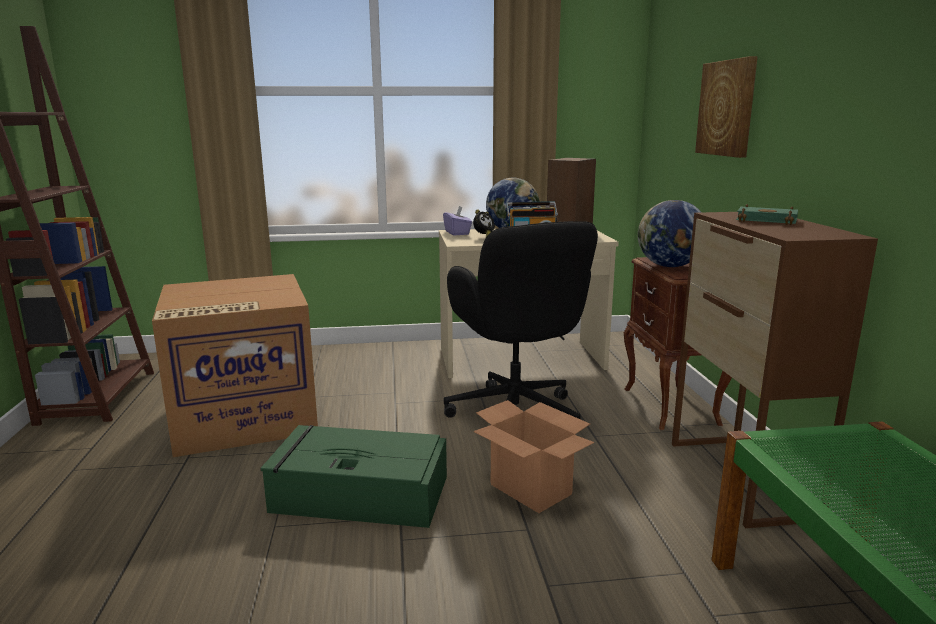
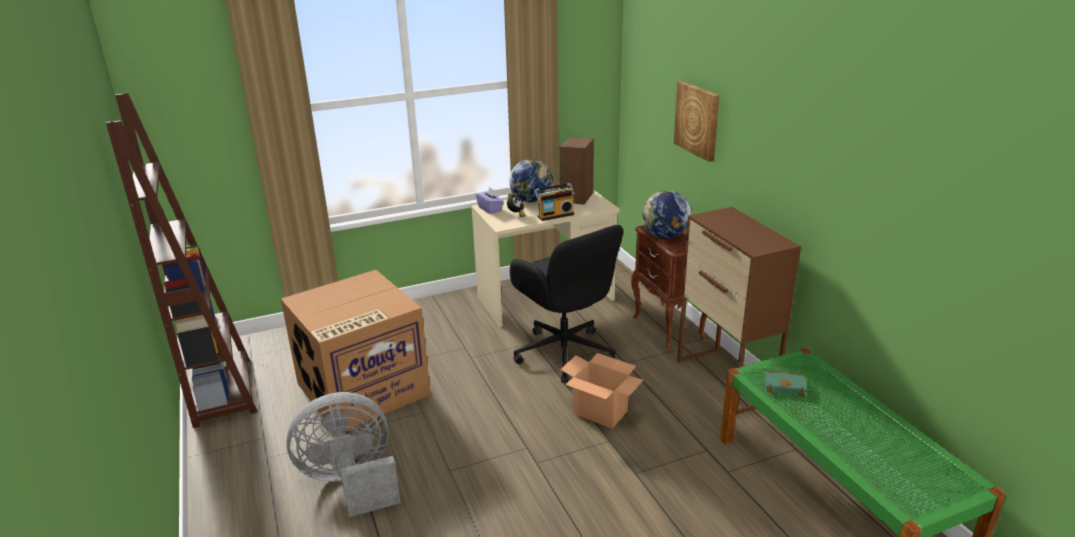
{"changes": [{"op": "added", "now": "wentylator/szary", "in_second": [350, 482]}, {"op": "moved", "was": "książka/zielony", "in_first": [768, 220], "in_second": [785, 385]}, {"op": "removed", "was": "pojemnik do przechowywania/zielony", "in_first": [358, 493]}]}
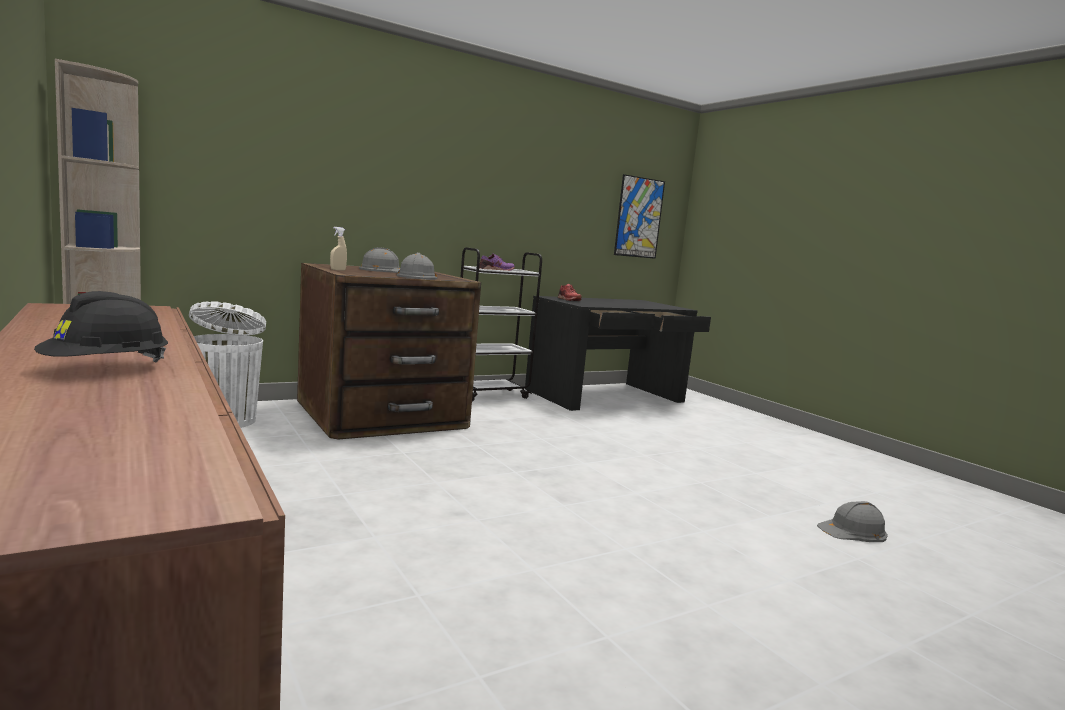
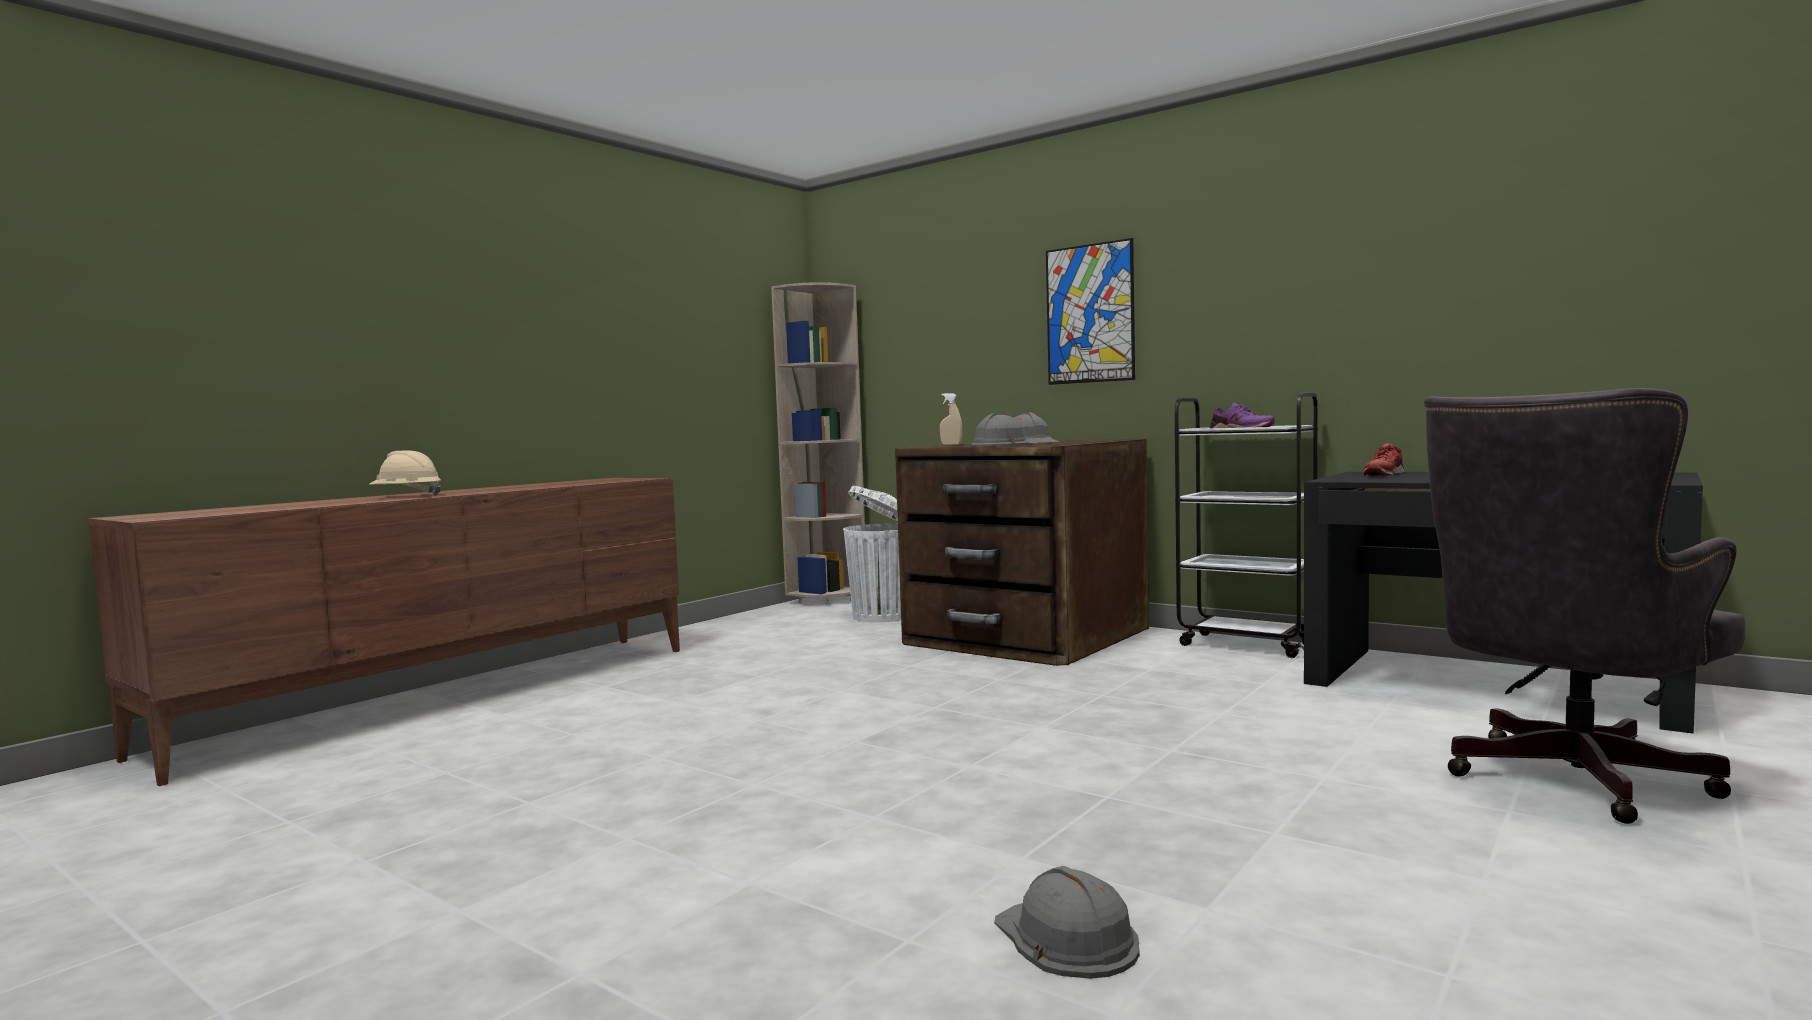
{"changes": [{"op": "recoloured", "was": "kask/czarny", "now": "kask/beżowy", "in_first": [106, 368], "in_second": [406, 496]}, {"op": "moved", "was": "obraz", "in_first": [639, 217], "in_second": [1090, 314]}, {"op": "added", "now": "krzesło biurowe/szary", "in_second": [1570, 782]}]}
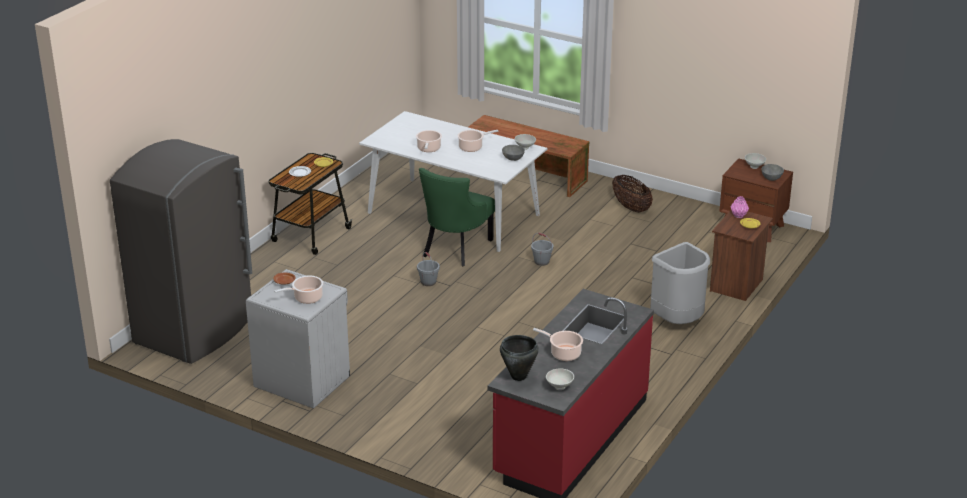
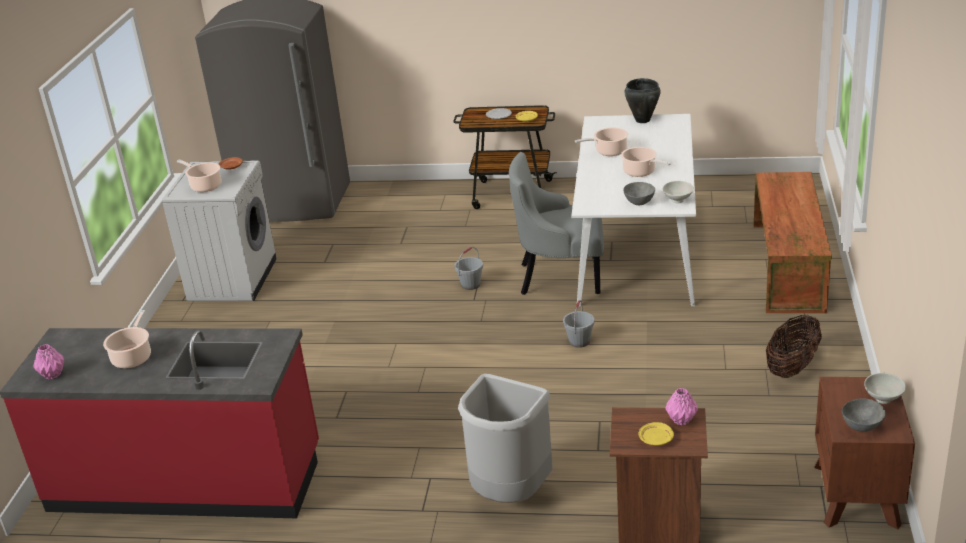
{"changes": [{"op": "replaced", "was": "miska/biały", "now": "wazon/różowy", "in_first": [559, 387], "in_second": [52, 375]}, {"op": "recoloured", "was": "krzesło/zielony", "now": "krzesło/szary", "in_first": [456, 247], "in_second": [562, 277]}, {"op": "moved", "was": "garnek/czarny", "in_first": [519, 377], "in_second": [642, 120]}]}
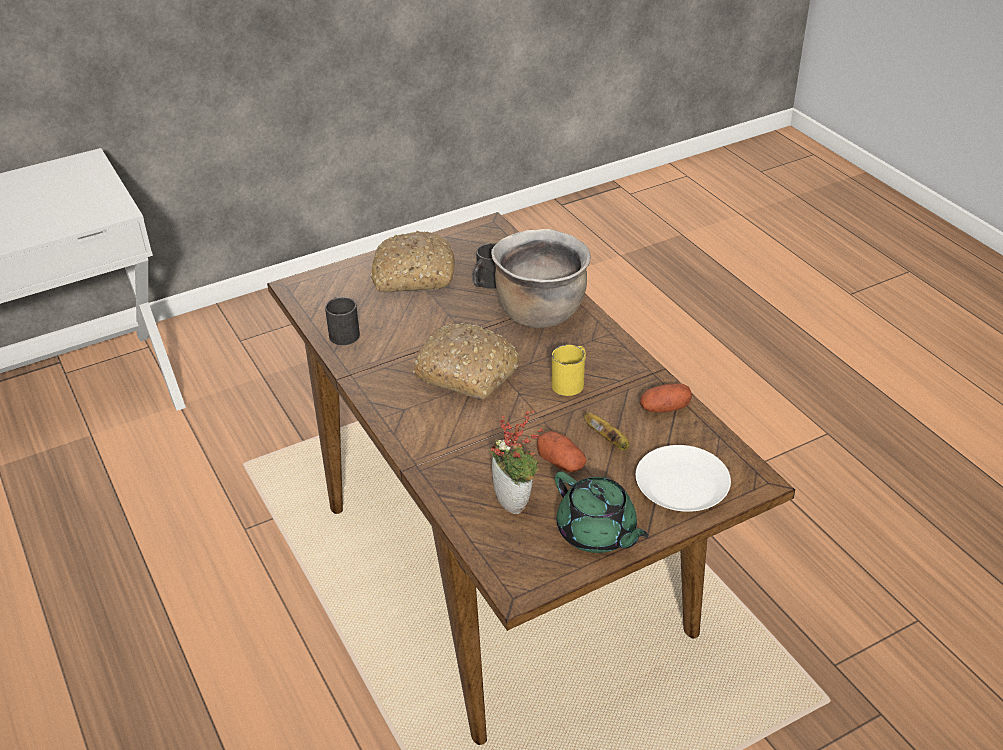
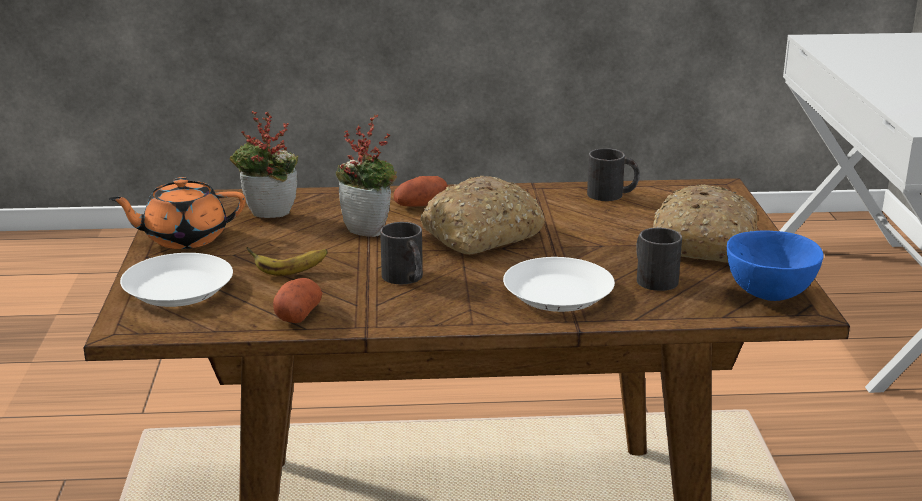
{"changes": [{"op": "recoloured", "was": "imbryk/zielony", "now": "imbryk/pomarańczowy", "in_first": [597, 533], "in_second": [184, 238]}, {"op": "added", "now": "roślina doniczkowa", "in_second": [369, 230]}, {"op": "recoloured", "was": "kubek/żółty", "now": "kubek/czarny", "in_first": [571, 381], "in_second": [406, 278]}, {"op": "moved", "was": "ziemniak", "in_first": [561, 462], "in_second": [420, 205]}, {"op": "replaced", "was": "garnek/brązowy", "now": "talerz/biały", "in_first": [540, 312], "in_second": [558, 293]}, {"op": "added", "now": "miska/niebieski", "in_second": [769, 295]}]}
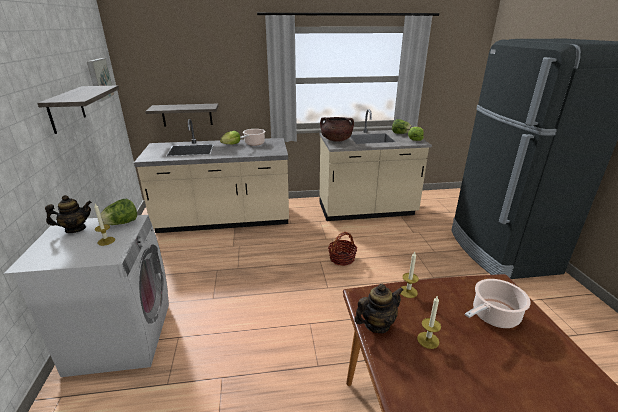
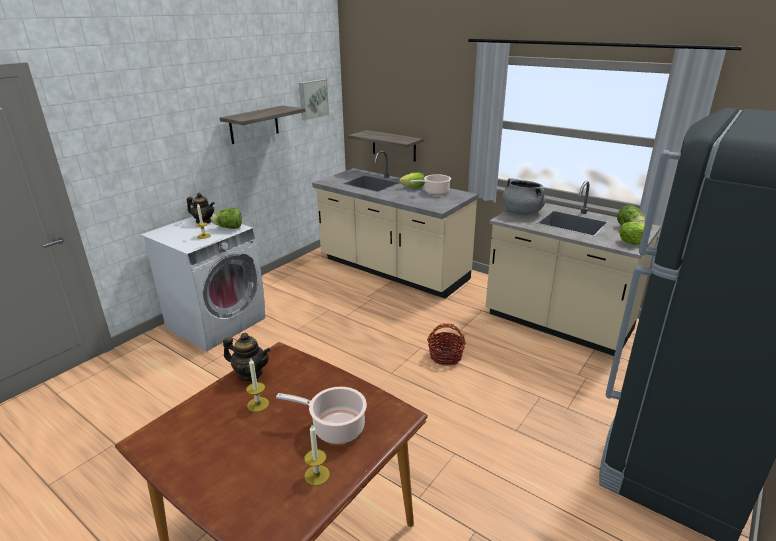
{"changes": [{"op": "moved", "was": "świeca", "in_first": [408, 292], "in_second": [317, 475]}, {"op": "recoloured", "was": "garnek/brązowy", "now": "garnek/szary", "in_first": [336, 140], "in_second": [521, 212]}]}
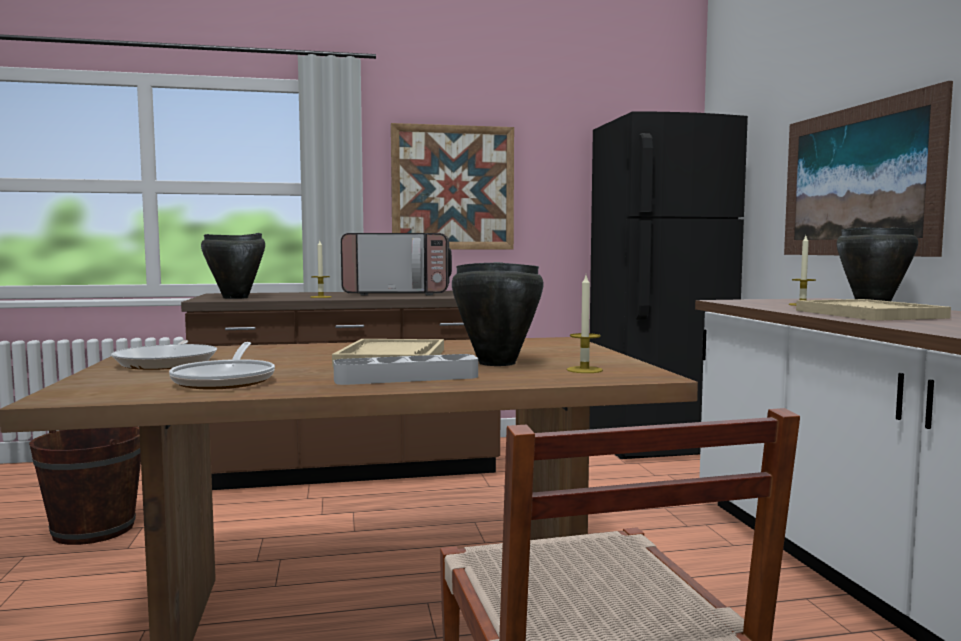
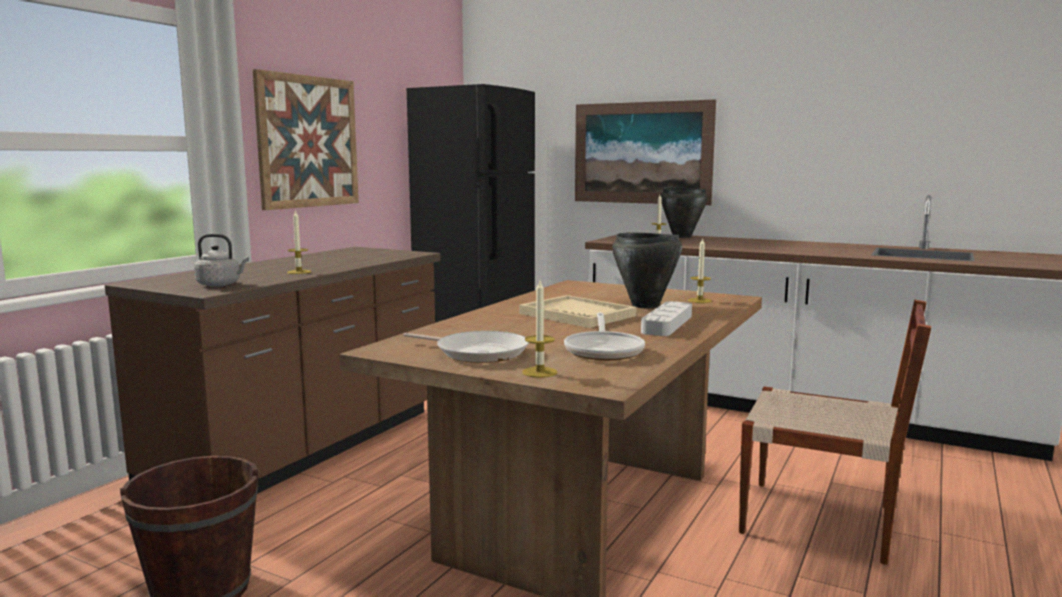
{"changes": [{"op": "replaced", "was": "garnek/czarny", "now": "czajnik/szary", "in_first": [236, 298], "in_second": [221, 285]}, {"op": "added", "now": "świeca", "in_second": [539, 372]}, {"op": "turned", "was": "patelnia", "in_first": [226, 380], "in_second": [604, 350], "clockwise": 60}, {"op": "removed", "was": "mikrofalówka", "in_first": [399, 293]}, {"op": "removed", "was": "taca/beżowy", "in_first": [869, 314]}]}
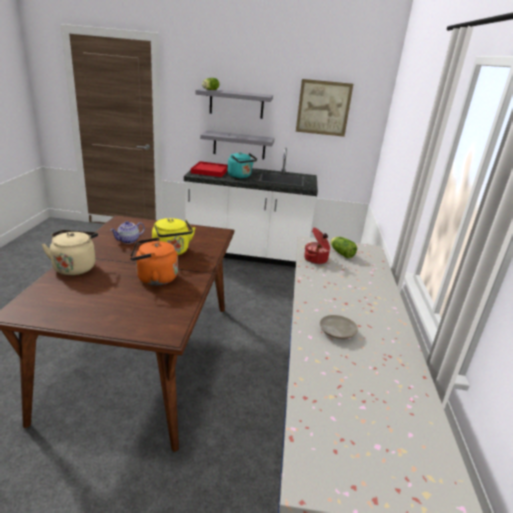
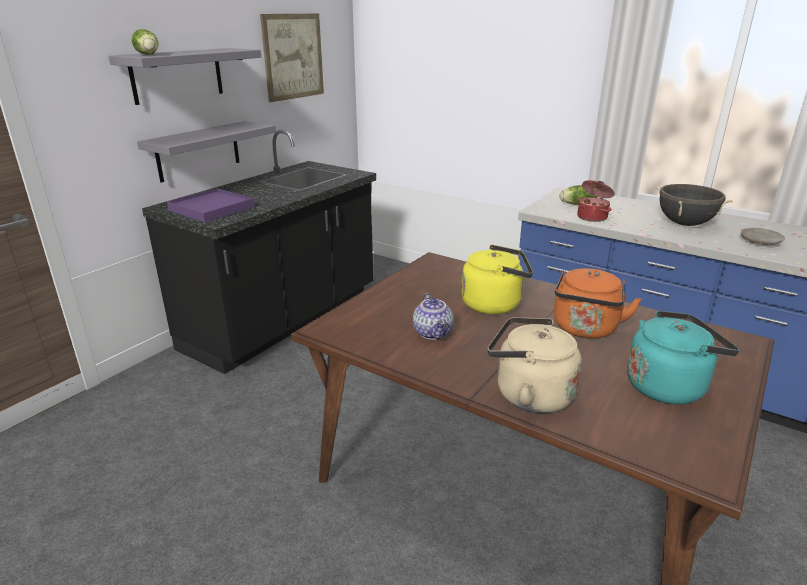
{"changes": [{"op": "recoloured", "was": "zabudowa kuchenna/biały", "now": "zabudowa kuchenna/czarny", "in_first": [247, 253], "in_second": [284, 320]}, {"op": "recoloured", "was": "taca/czerwony", "now": "taca/fioletowy", "in_first": [210, 171], "in_second": [212, 208]}, {"op": "moved", "was": "czajnik/turkusowy", "in_first": [240, 176], "in_second": [668, 386]}, {"op": "added", "now": "garnek/czarny", "in_second": [685, 224]}]}
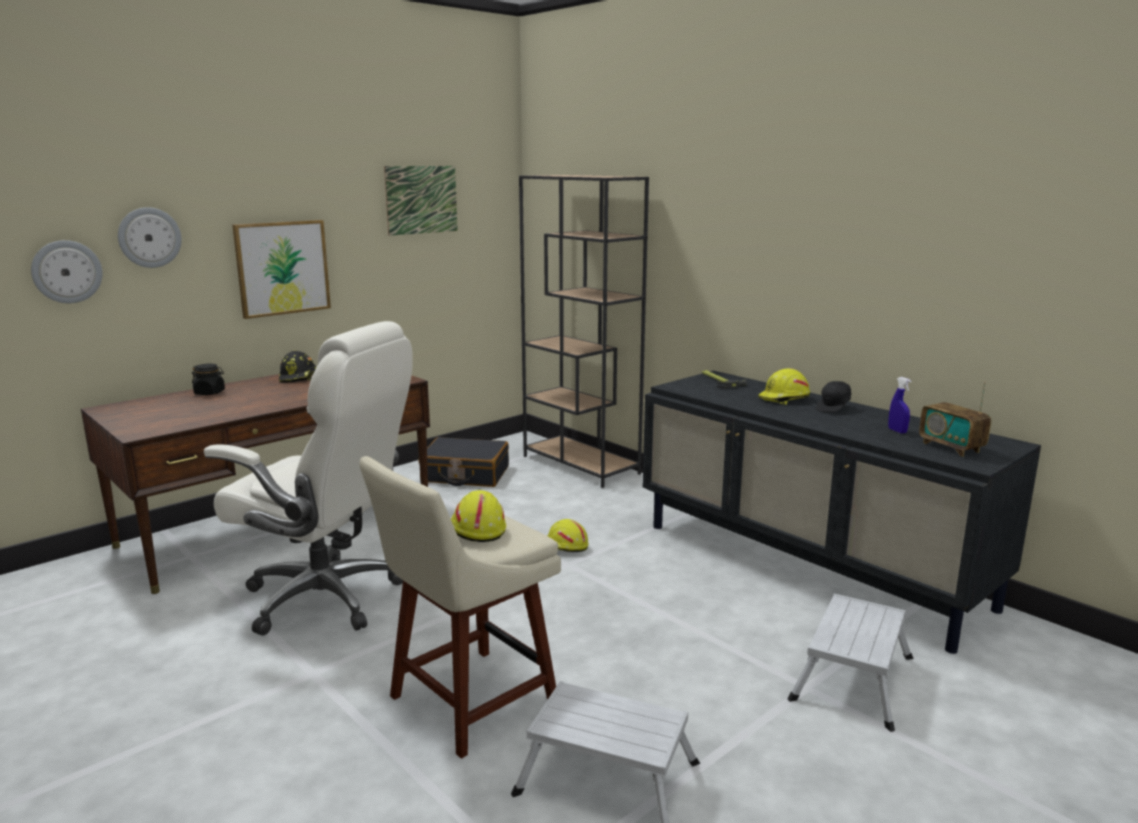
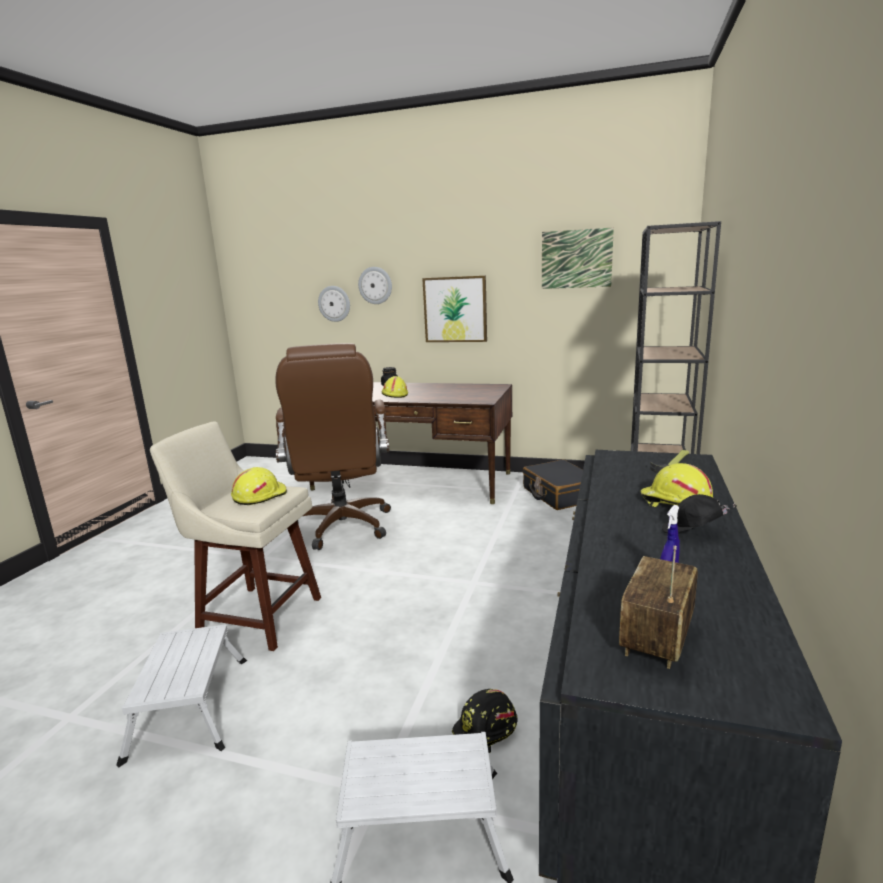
{"changes": [{"op": "recoloured", "was": "krzesło biurowe/biały", "now": "krzesło biurowe/brązowy", "in_first": [326, 598], "in_second": [342, 527]}, {"op": "moved", "was": "kask/żółty", "in_first": [564, 546], "in_second": [394, 395]}, {"op": "moved", "was": "kask/czarny", "in_first": [298, 377], "in_second": [486, 730]}]}
